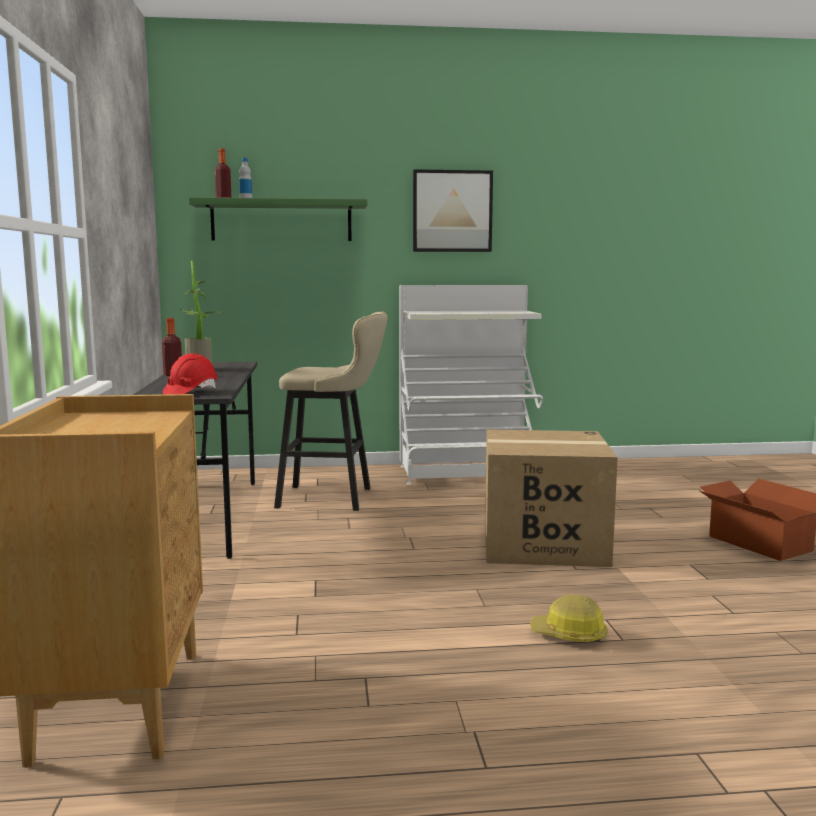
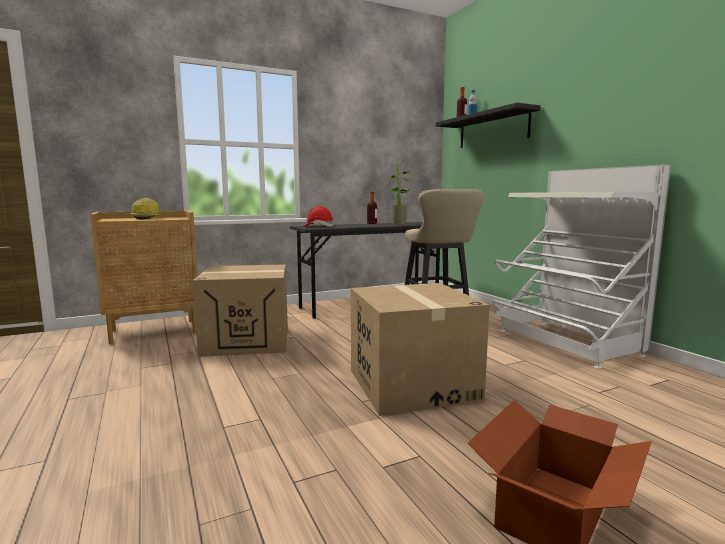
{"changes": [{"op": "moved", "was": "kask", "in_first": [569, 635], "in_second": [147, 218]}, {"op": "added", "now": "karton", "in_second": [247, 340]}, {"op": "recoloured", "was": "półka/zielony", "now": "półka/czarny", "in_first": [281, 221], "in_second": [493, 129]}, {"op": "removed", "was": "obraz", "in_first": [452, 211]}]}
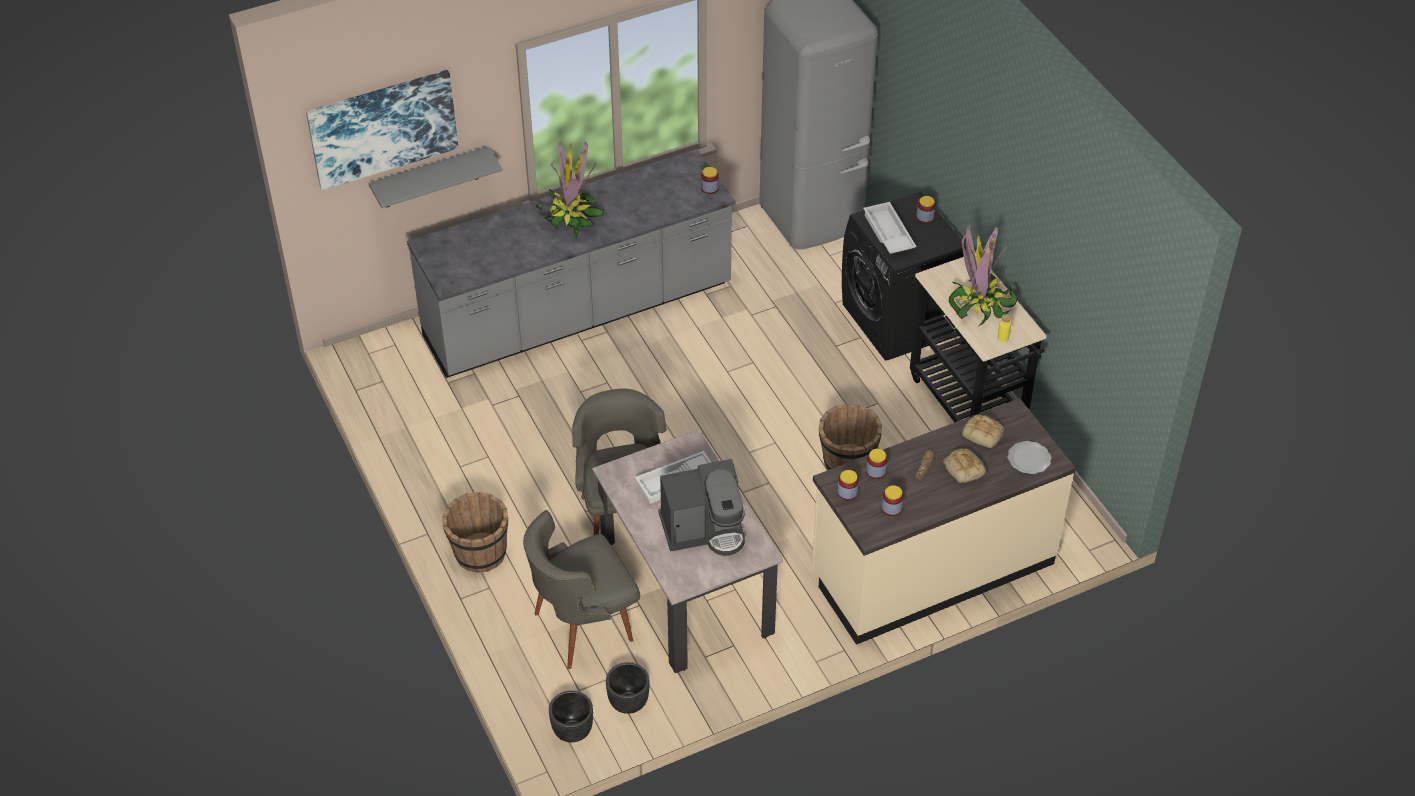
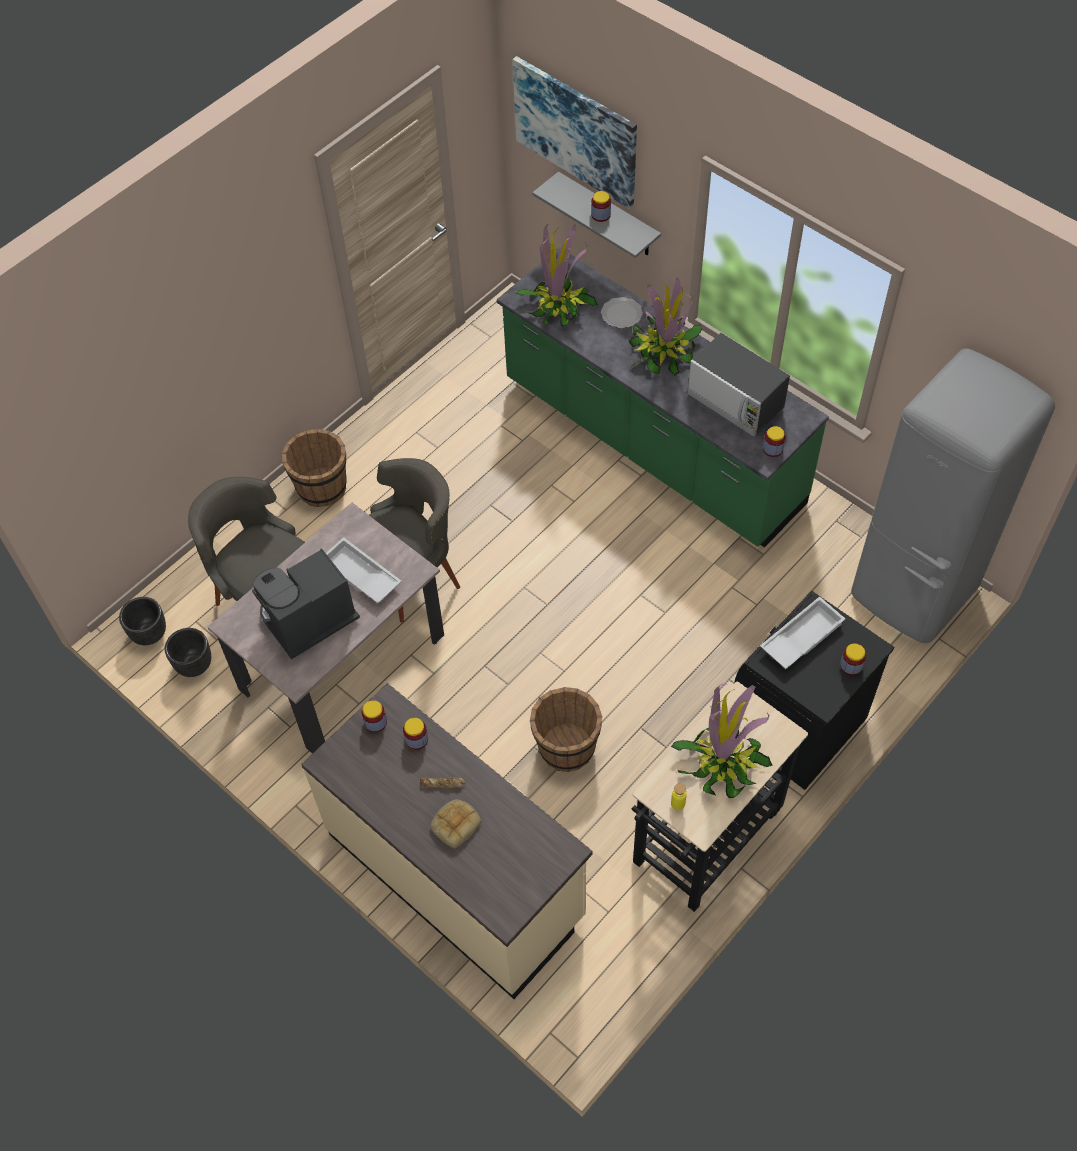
{"changes": [{"op": "turned", "was": "ekspres do kawy", "in_first": [704, 529], "in_second": [308, 621], "clockwise": 90}, {"op": "recoloured", "was": "zabudowa kuchenna/szary", "now": "zabudowa kuchenna/zielony", "in_first": [578, 314], "in_second": [651, 444]}, {"op": "added", "now": "roślina doniczkowa", "in_second": [558, 306]}, {"op": "moved", "was": "słoik", "in_first": [891, 508], "in_second": [600, 215]}, {"op": "moved", "was": "talerz", "in_first": [1029, 459], "in_second": [621, 314]}, {"op": "added", "now": "mikrofalówka", "in_second": [736, 402]}, {"op": "removed", "was": "chleb", "in_first": [984, 433]}]}
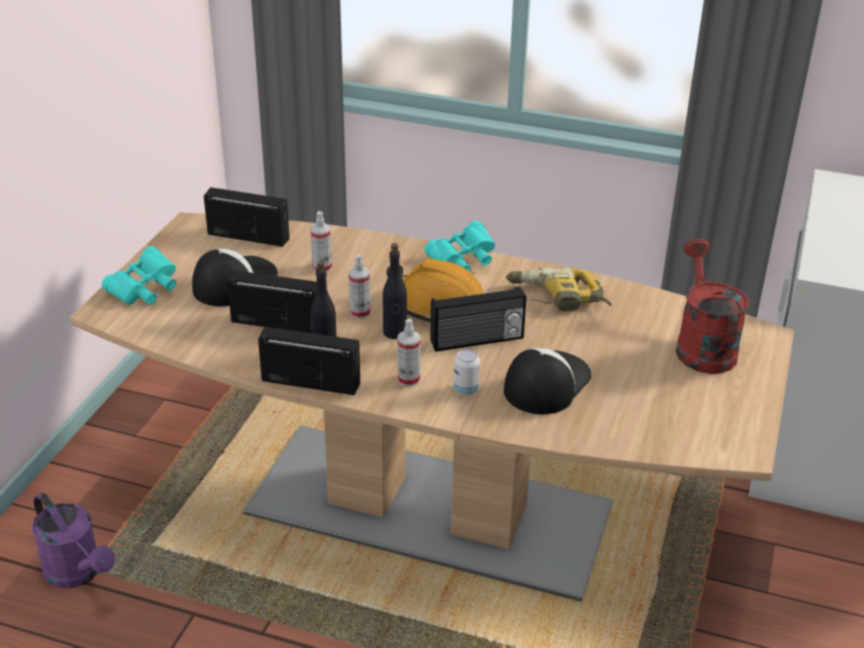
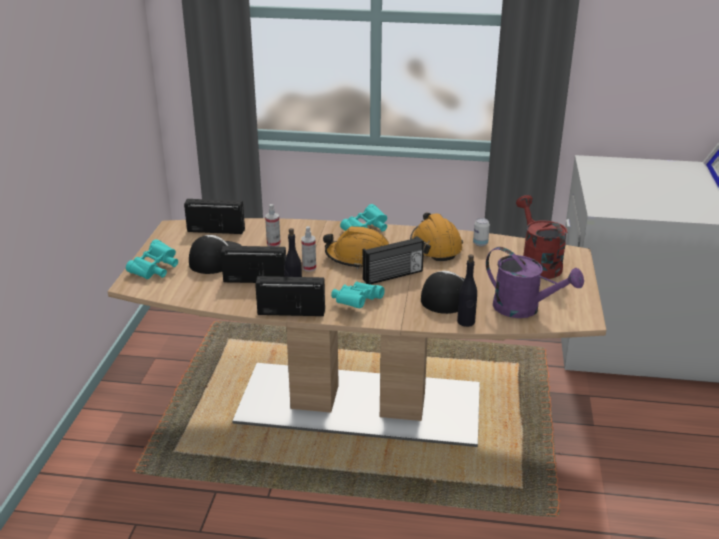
{"changes": [{"op": "replaced", "was": "spryskiwacz", "now": "lornetka/turkusowy", "in_first": [408, 379], "in_second": [356, 303]}, {"op": "replaced", "was": "wiertarka", "now": "kask/pomarańczowy", "in_first": [556, 298], "in_second": [435, 246]}, {"op": "moved", "was": "butelka/czarny", "in_first": [395, 333], "in_second": [466, 322]}, {"op": "moved", "was": "puszka", "in_first": [465, 390], "in_second": [480, 244]}, {"op": "moved", "was": "konewka/fioletowy", "in_first": [79, 573], "in_second": [524, 309]}]}
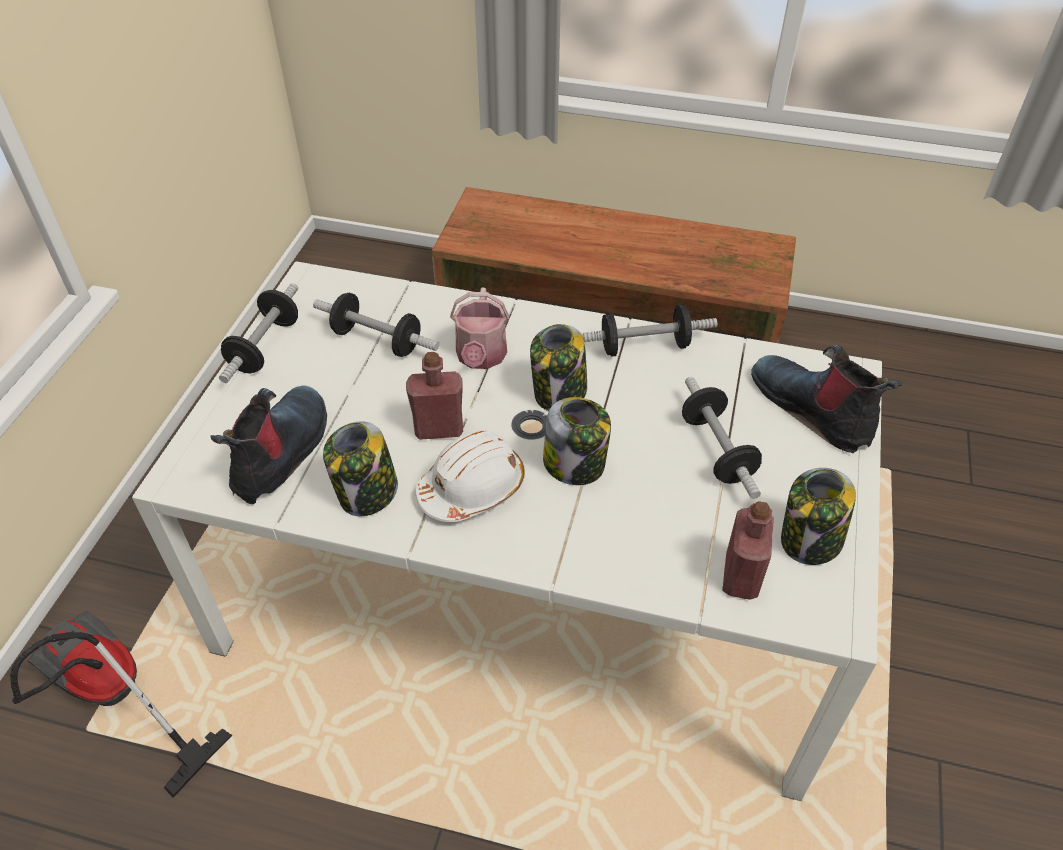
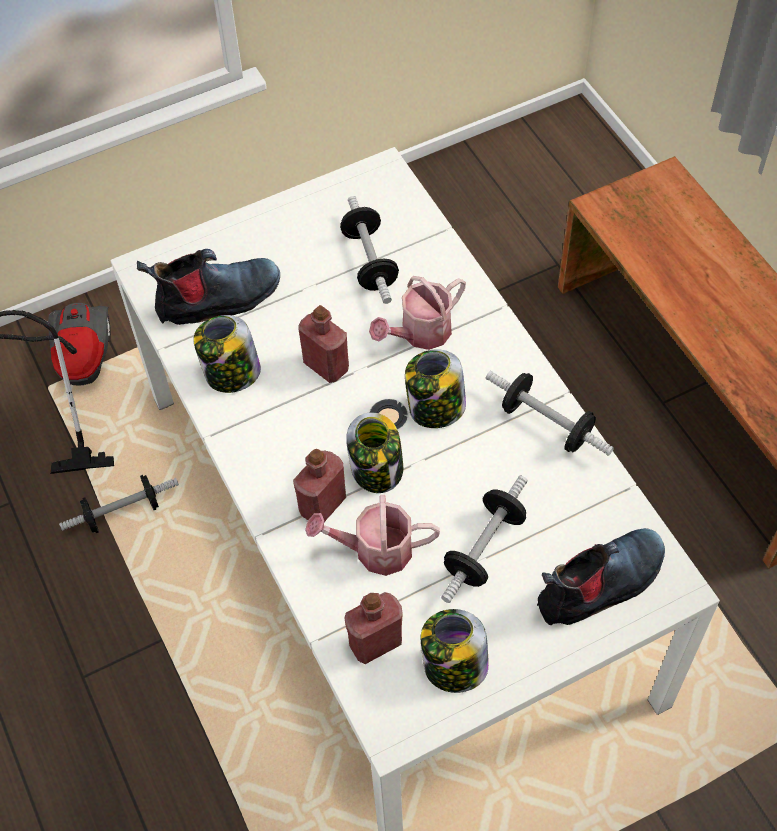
{"changes": [{"op": "moved", "was": "hantel", "in_first": [265, 347], "in_second": [123, 512]}, {"op": "added", "now": "butelka/czerwony", "in_second": [322, 505]}, {"op": "added", "now": "konewka", "in_second": [375, 550]}, {"op": "turned", "was": "but z cholewką", "in_first": [813, 410], "in_second": [600, 585], "clockwise": 45}, {"op": "removed", "was": "kask/biały", "in_first": [472, 488]}]}
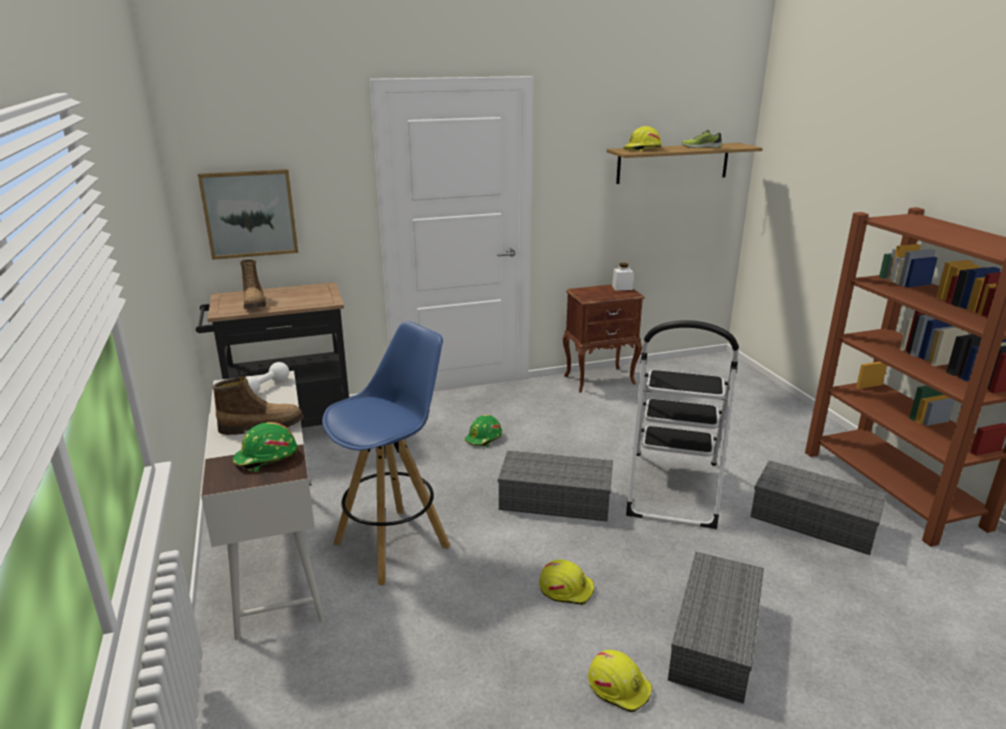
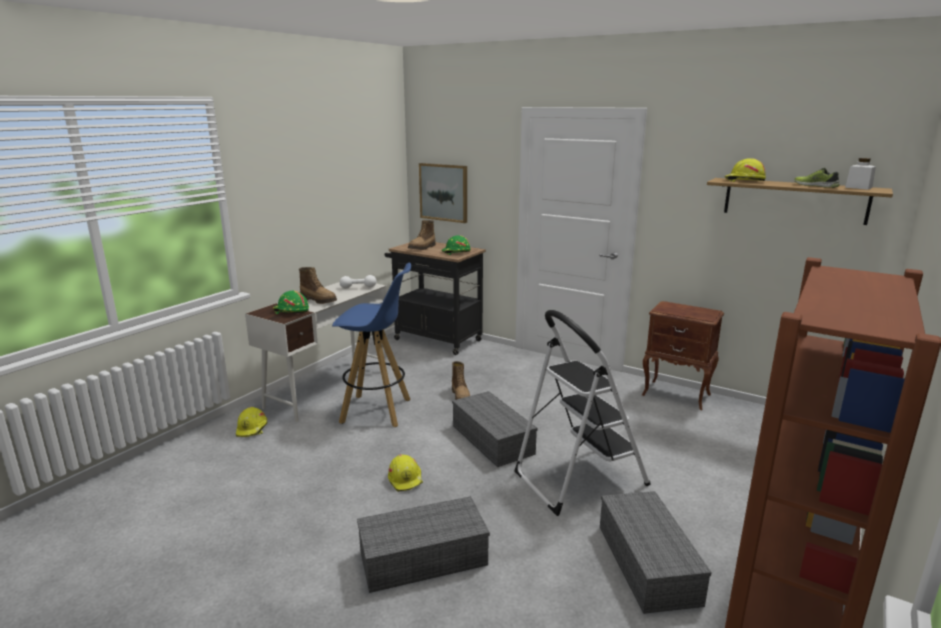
{"changes": [{"op": "moved", "was": "kask/żółty", "in_first": [619, 686], "in_second": [252, 429]}, {"op": "moved", "was": "kask/zielony", "in_first": [484, 438], "in_second": [456, 252]}, {"op": "added", "now": "but z cholewką", "in_second": [461, 396]}, {"op": "moved", "was": "słoik/biały", "in_first": [622, 288], "in_second": [858, 187]}]}
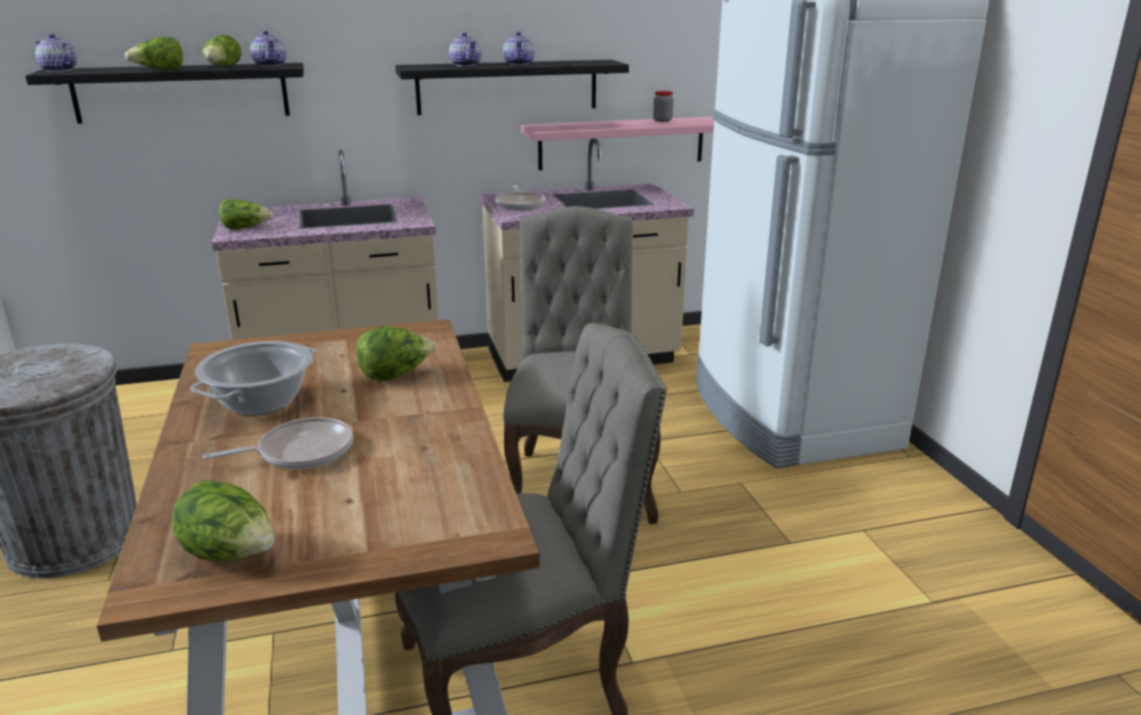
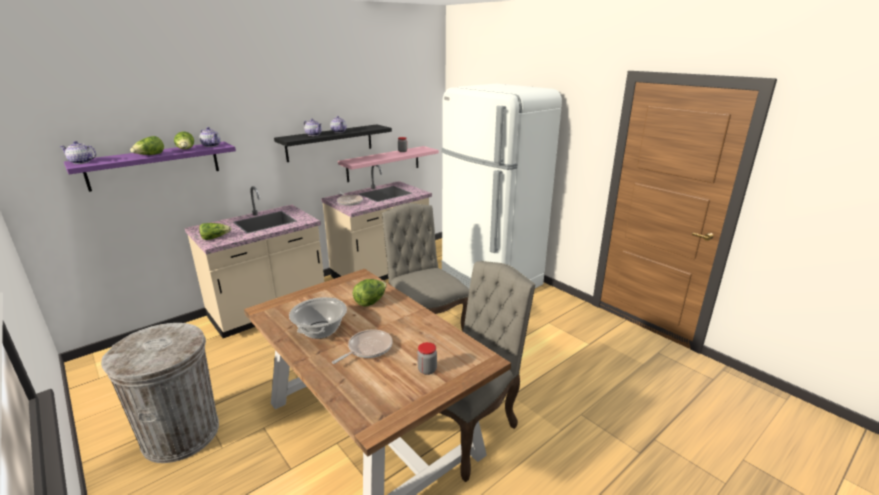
{"changes": [{"op": "recoloured", "was": "półka/czarny", "now": "półka/fioletowy", "in_first": [182, 92], "in_second": [154, 165]}, {"op": "added", "now": "słoik", "in_second": [427, 370]}, {"op": "removed", "was": "sałata", "in_first": [231, 555]}]}
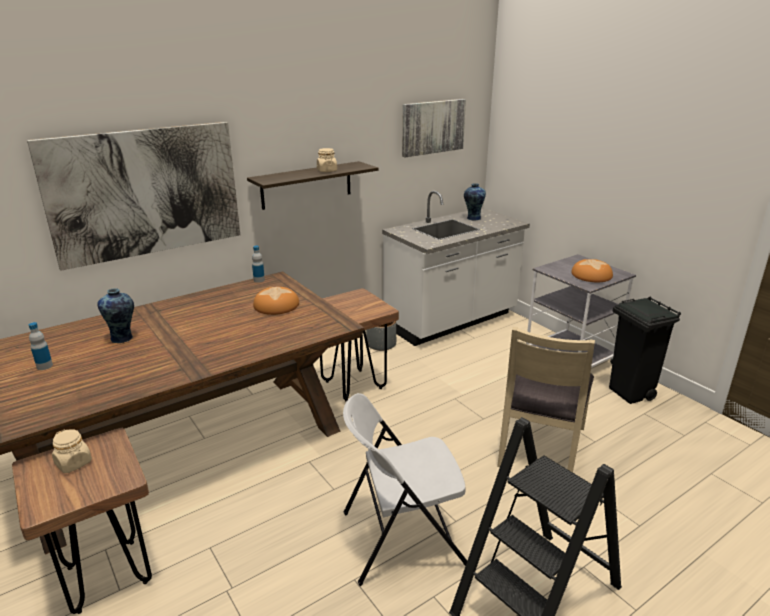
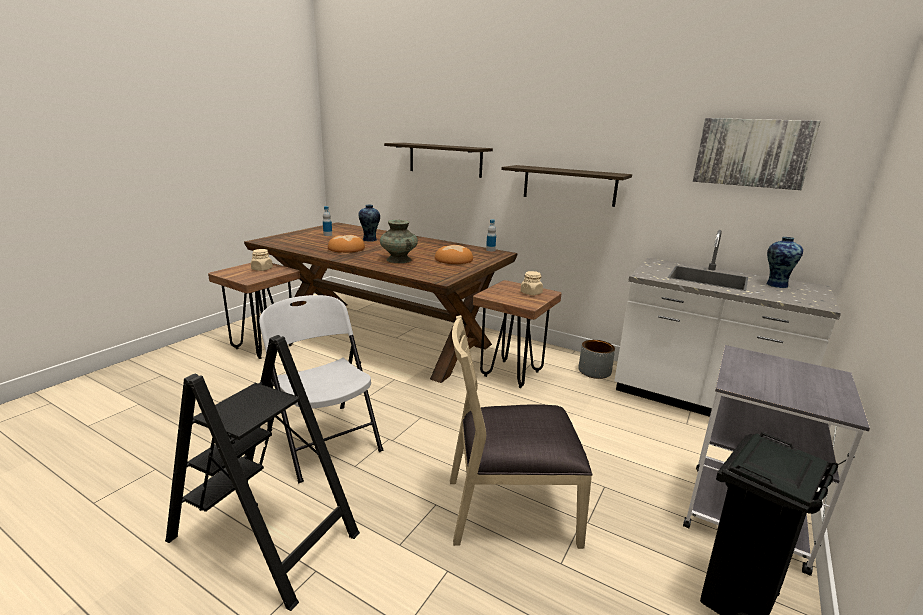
{"changes": [{"op": "moved", "was": "chleb", "in_first": [591, 275], "in_second": [346, 249]}, {"op": "added", "now": "wazon/turkusowy", "in_second": [398, 260]}, {"op": "replaced", "was": "obraz", "now": "półka", "in_first": [145, 192], "in_second": [445, 159]}, {"op": "moved", "was": "słoik/beżowy", "in_first": [327, 170], "in_second": [531, 293]}]}
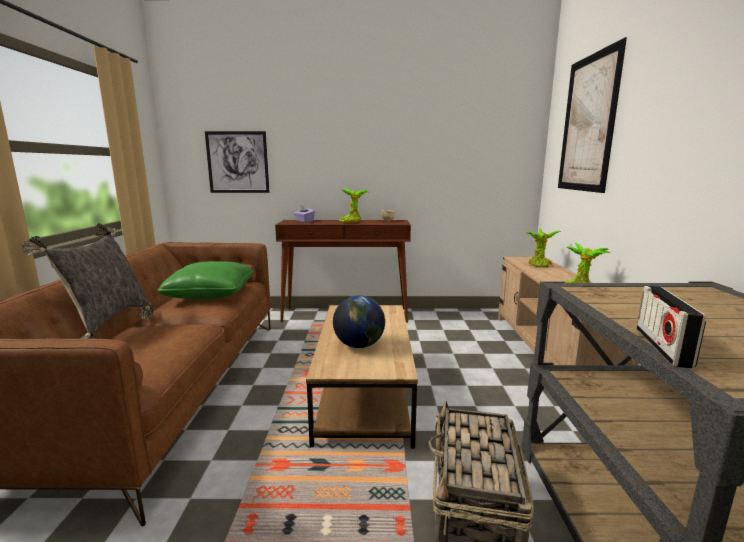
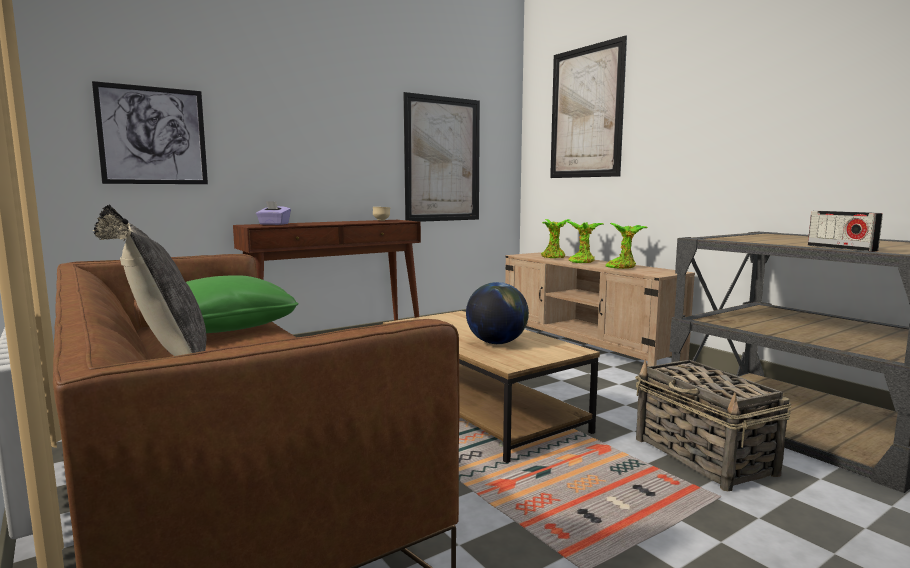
{"changes": [{"op": "added", "now": "obraz", "in_second": [443, 159]}, {"op": "moved", "was": "roślina doniczkowa", "in_first": [352, 221], "in_second": [582, 261]}]}
